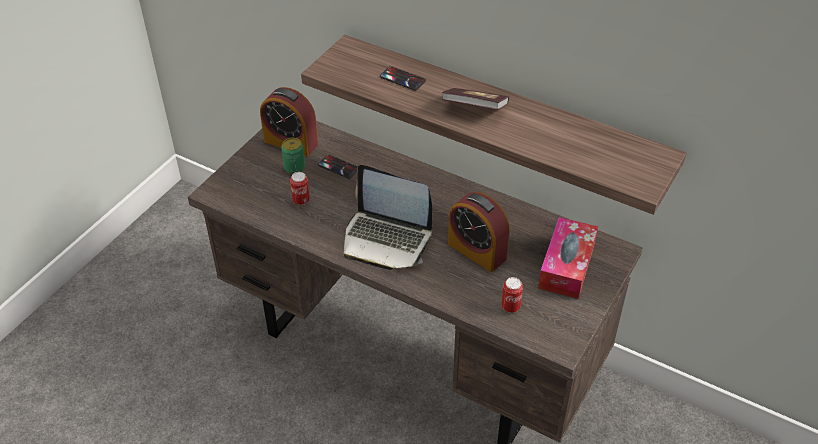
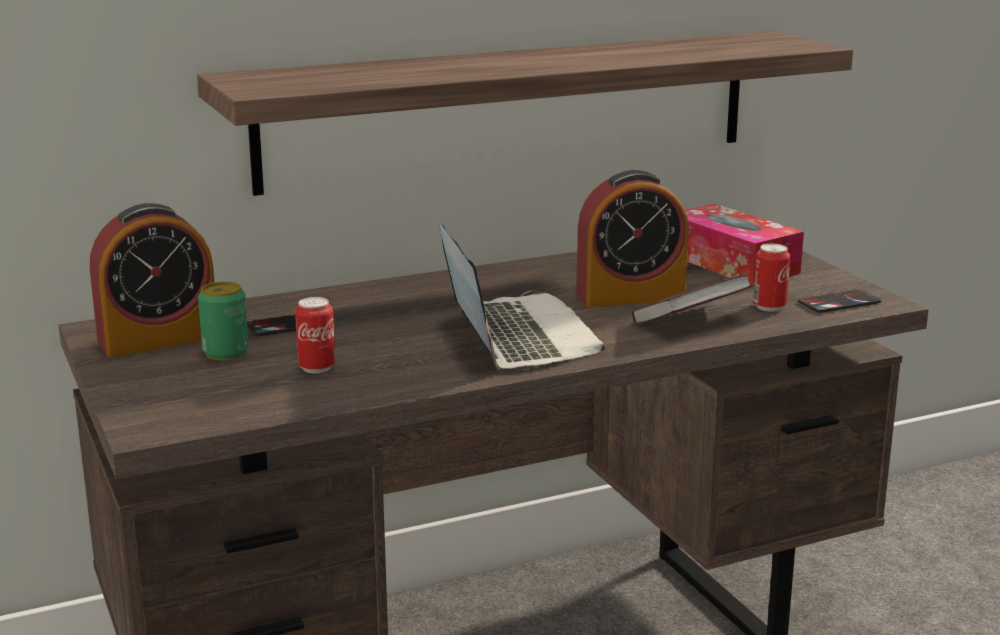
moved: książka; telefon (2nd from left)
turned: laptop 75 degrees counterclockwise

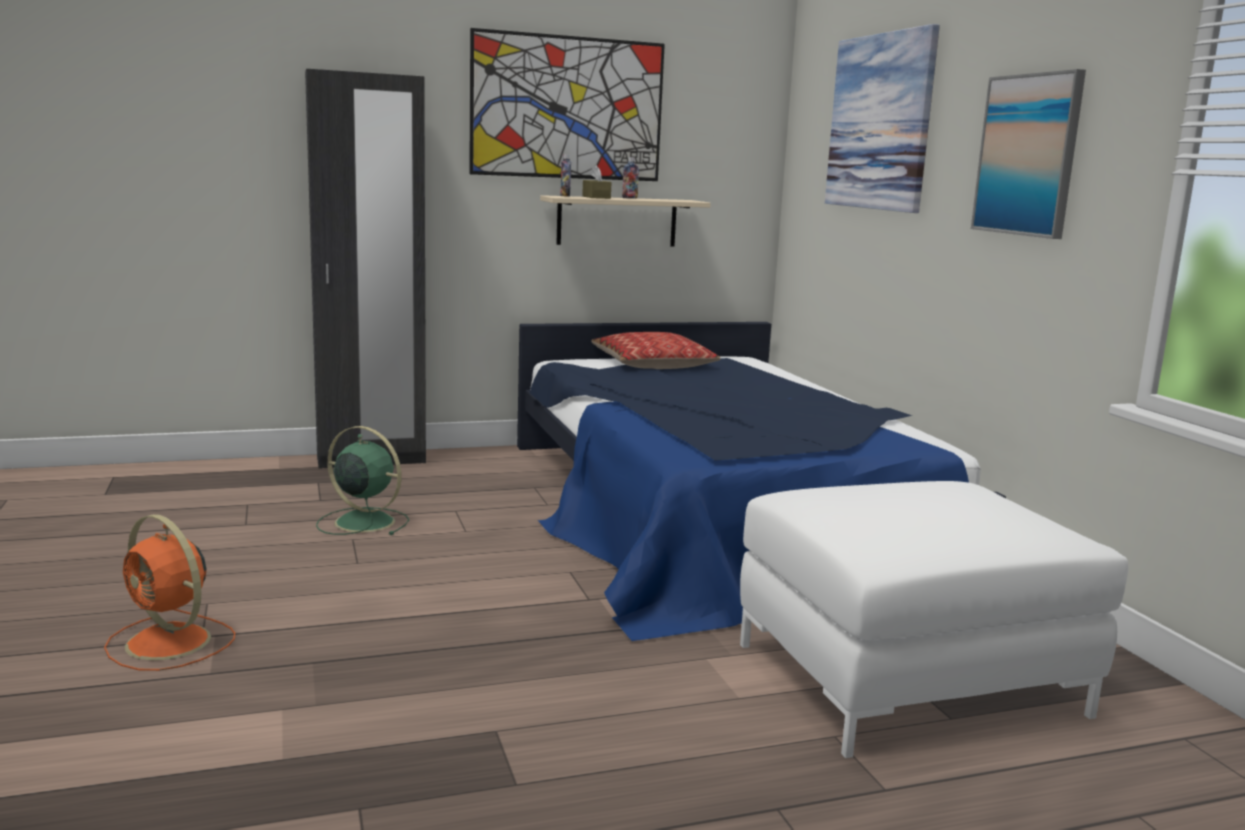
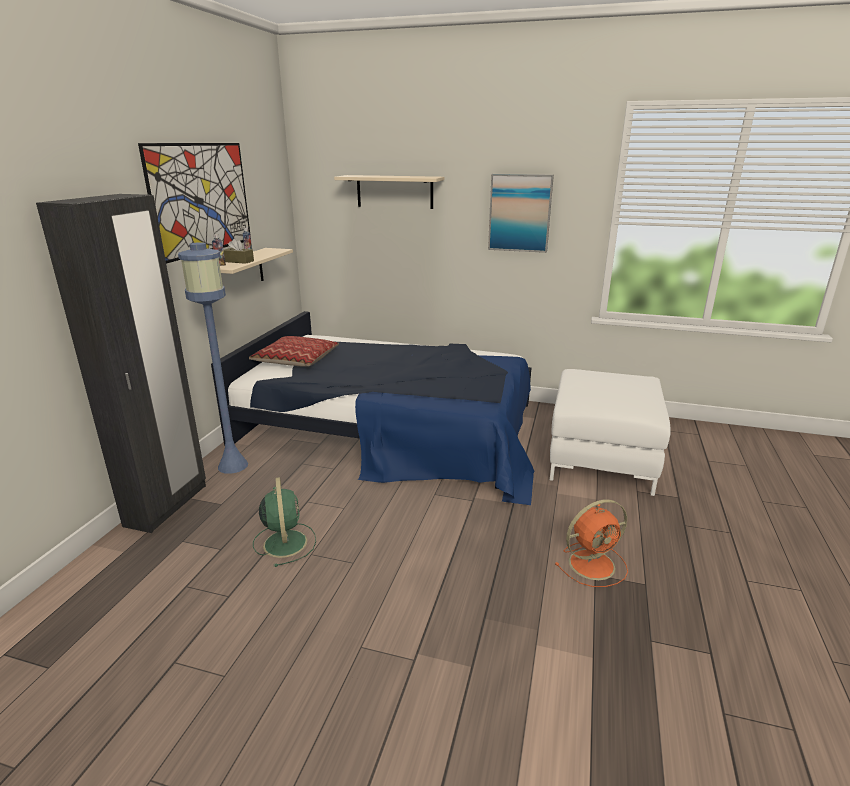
added: lampa stojąca [niebieski]
moved: wentylator [pomarańczowy]
replaced: obraz (2nd from left) to półka [beżowy] (2nd from left)
turned: wentylator [zielony] 105 degrees clockwise

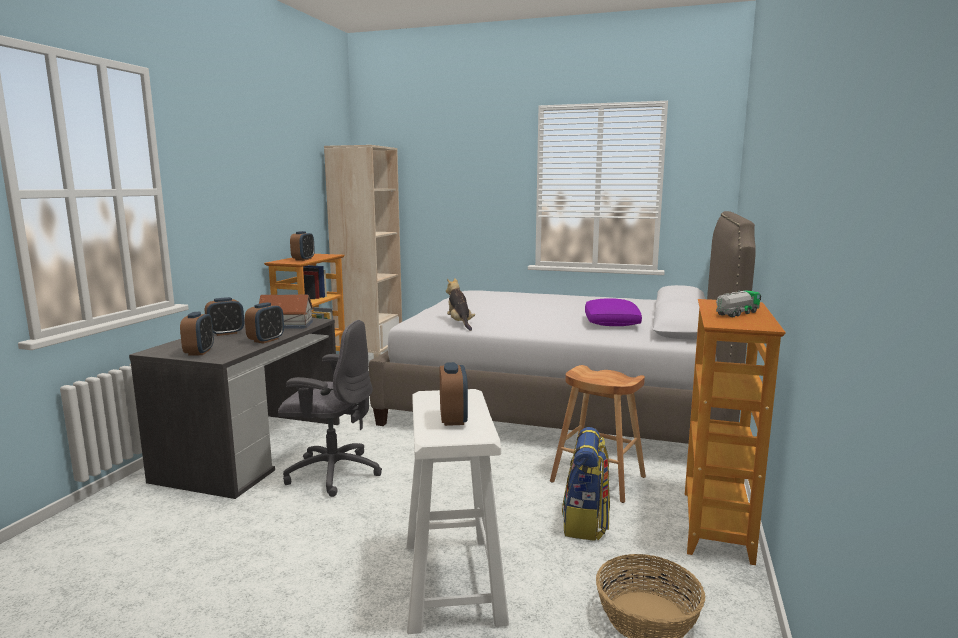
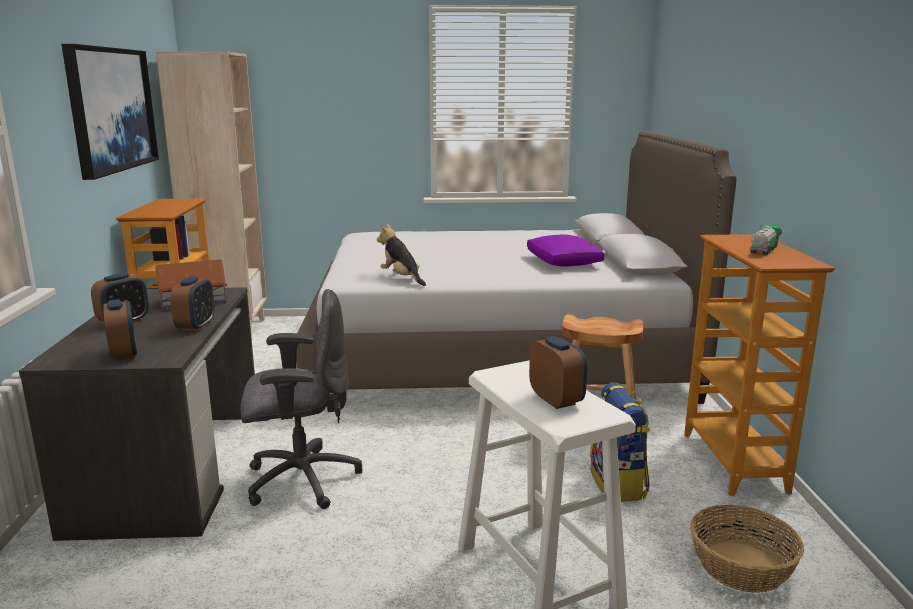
removed: budzik (4th from left)
added: obraz

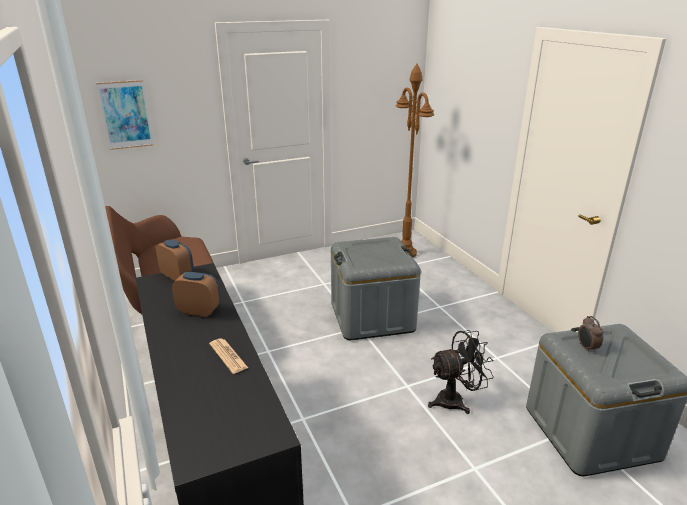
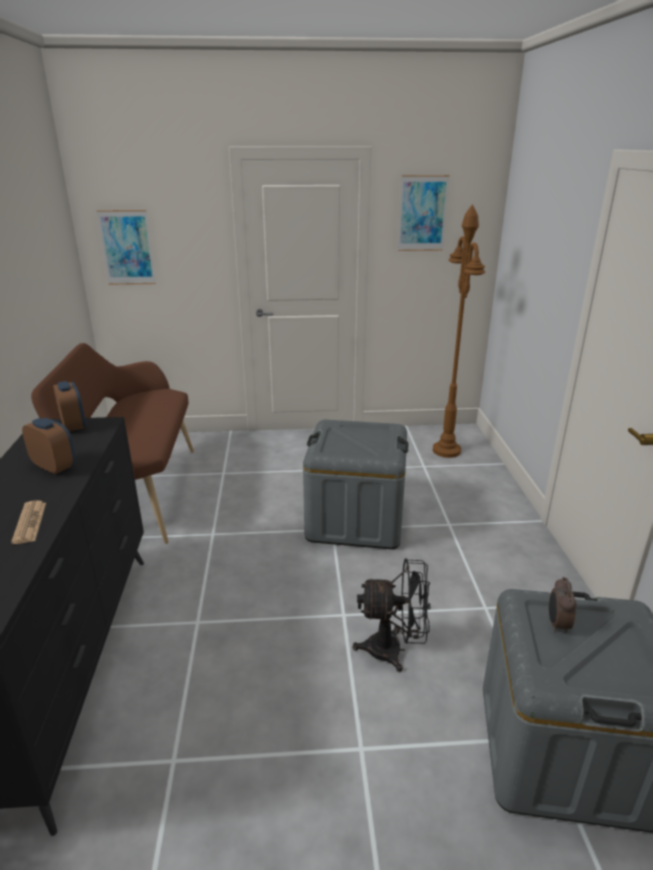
added: obraz (2nd from left)

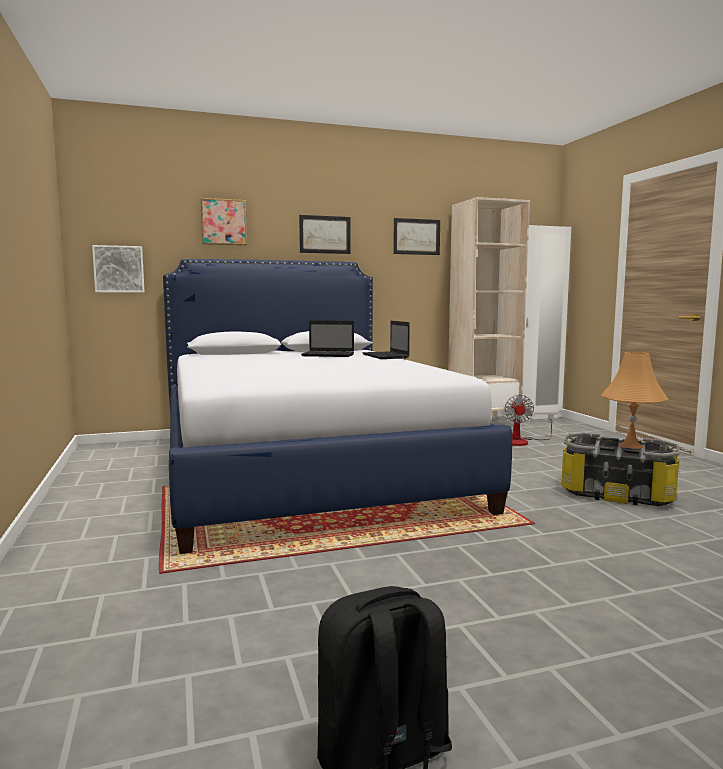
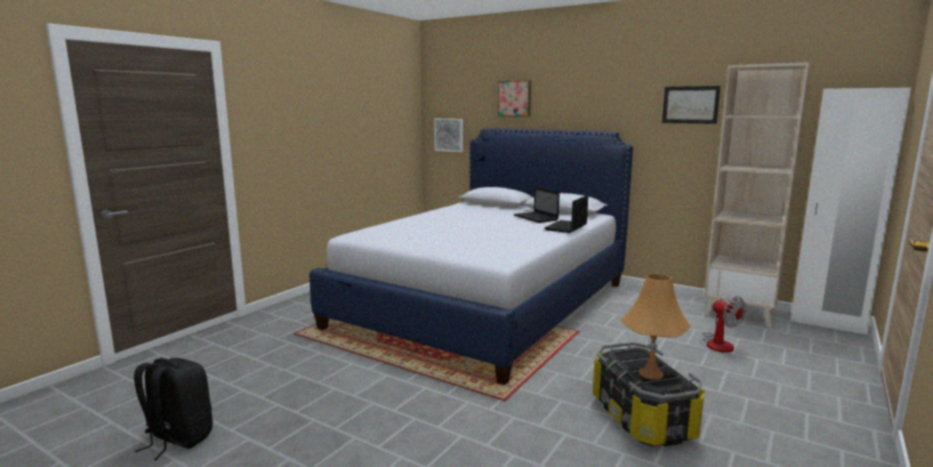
removed: obraz (3rd from left)
turned: wentylator 90 degrees counterclockwise

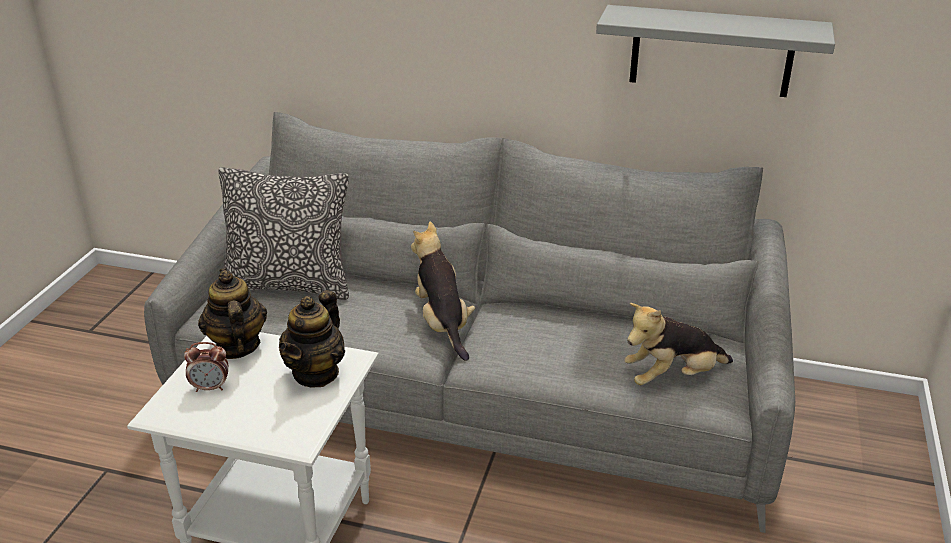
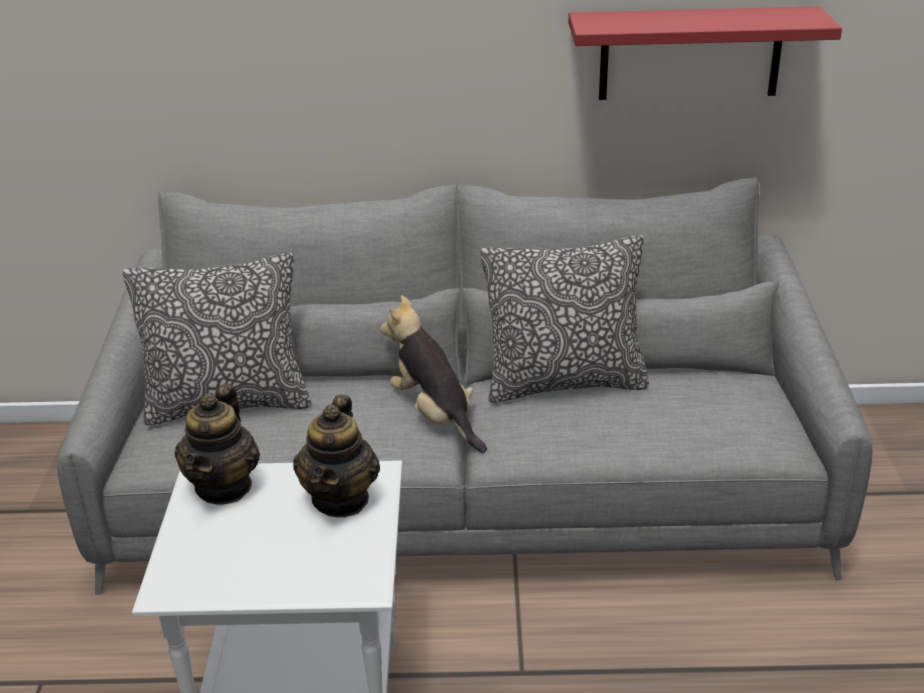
removed: budzik; pluszak (2nd from left)
added: poduszka (2nd from left)
recoloured: półka [szary] to półka [czerwony]
turned: imbryk (1st from left) 135 degrees counterclockwise

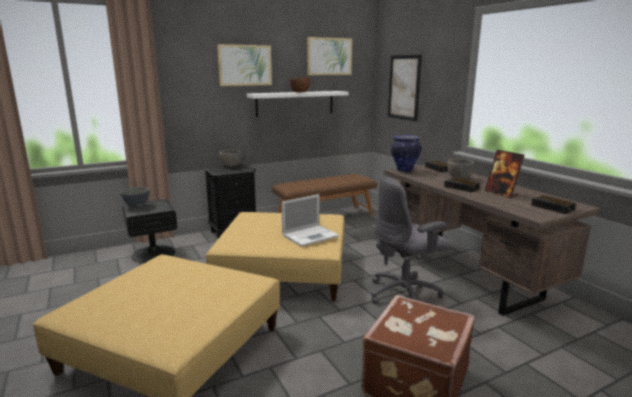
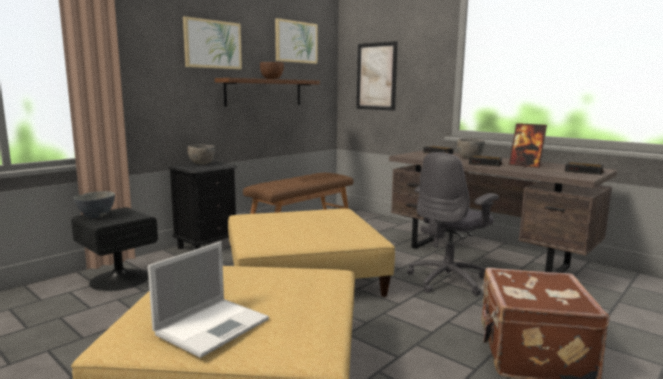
removed: wazon
moved: laptop
recoloured: półka [biały] to półka [brązowy]

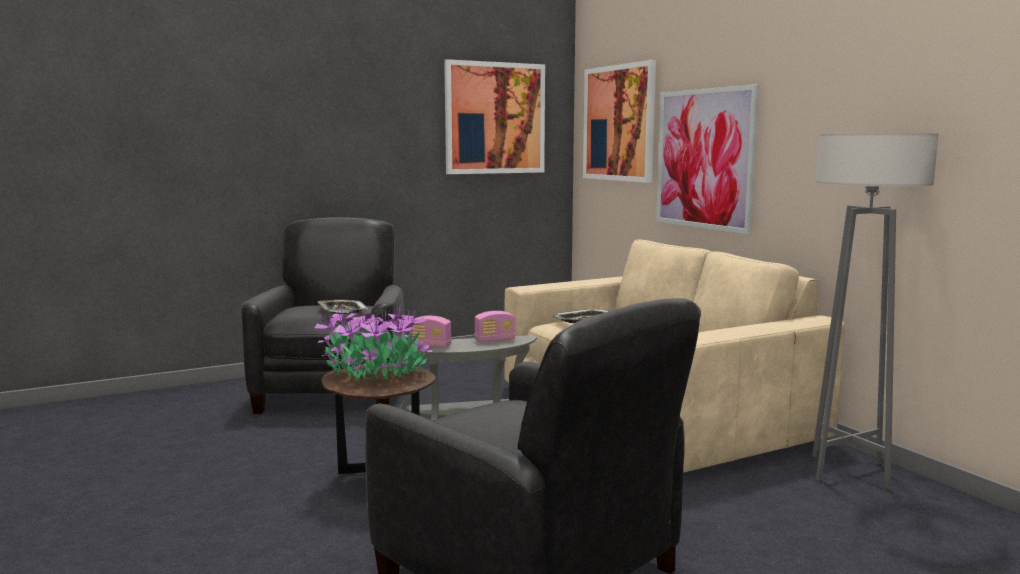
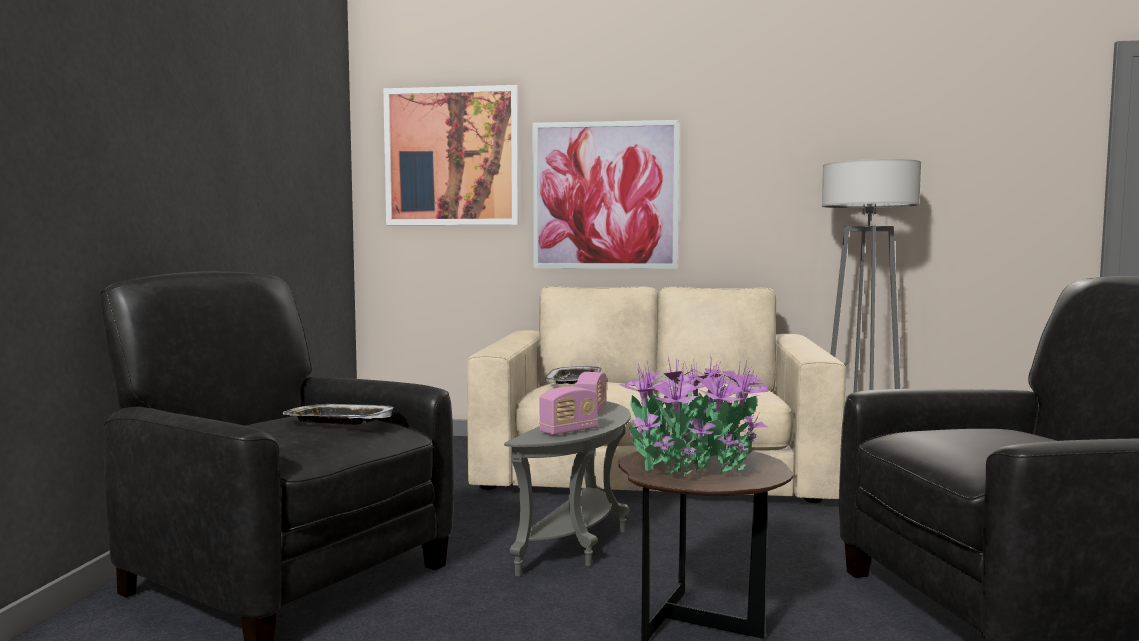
removed: obraz (1st from left)

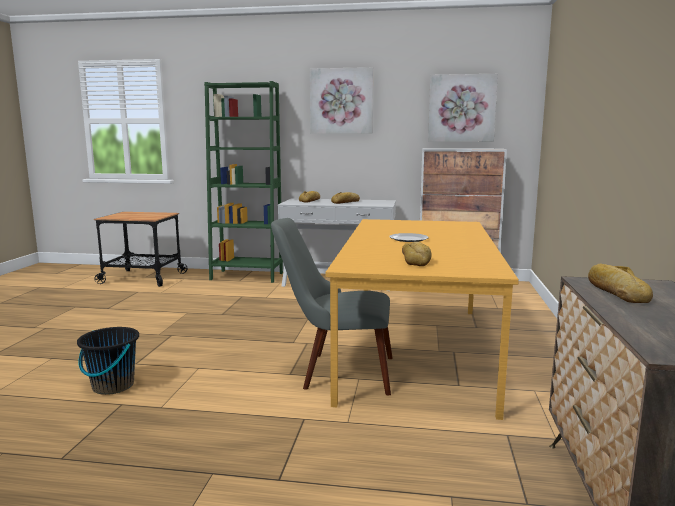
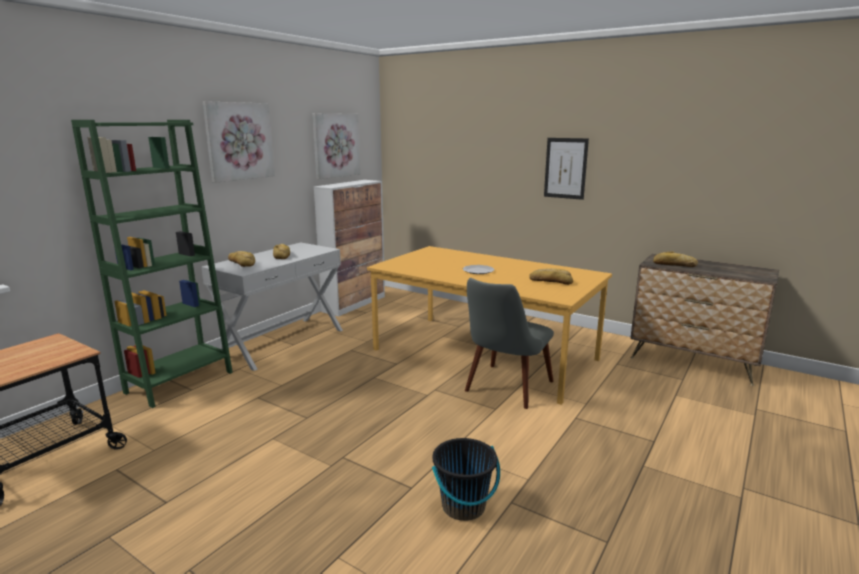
added: obraz (3rd from left)

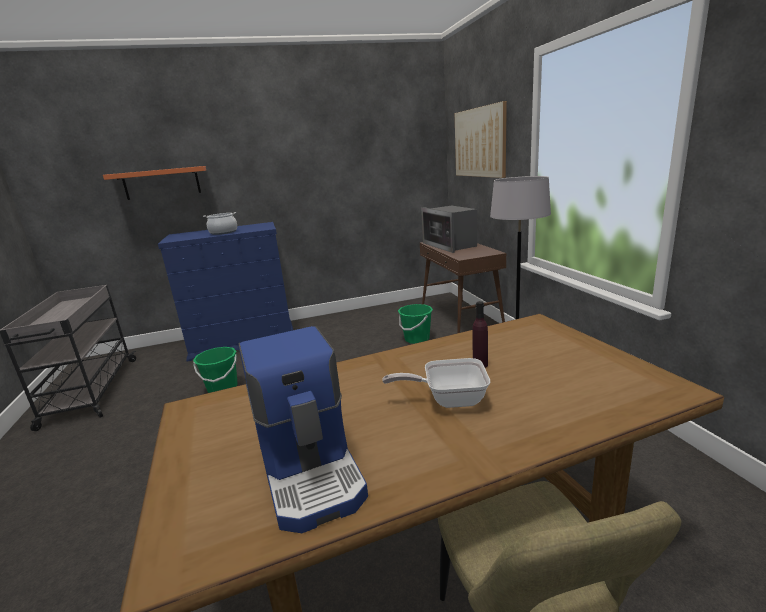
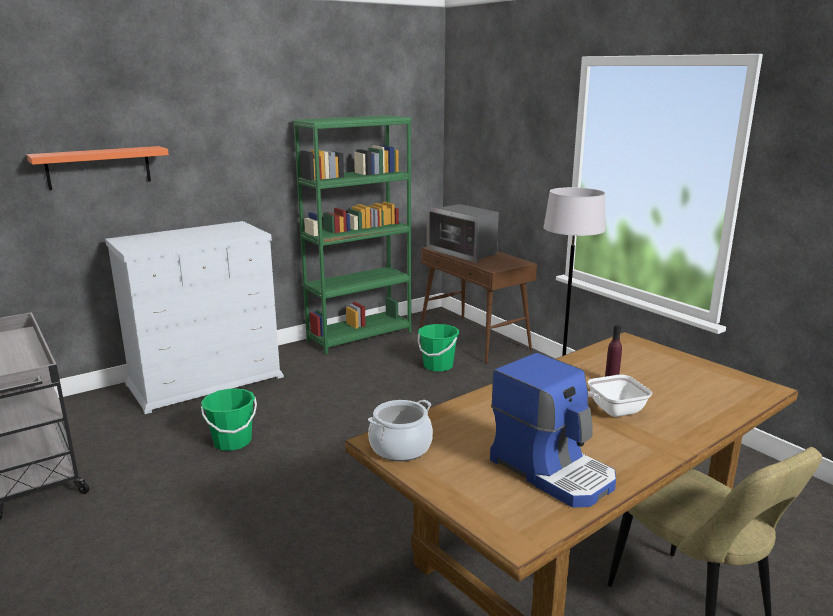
removed: obraz
added: regał [zielony]
moved: garnek
recoloured: komoda [niebieski] to komoda [biały]

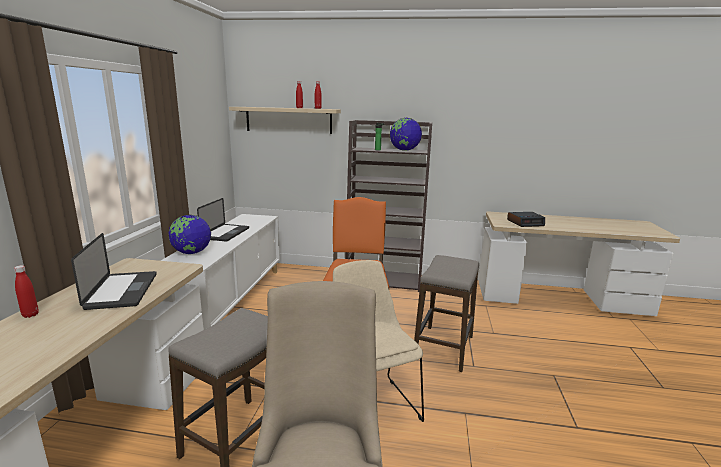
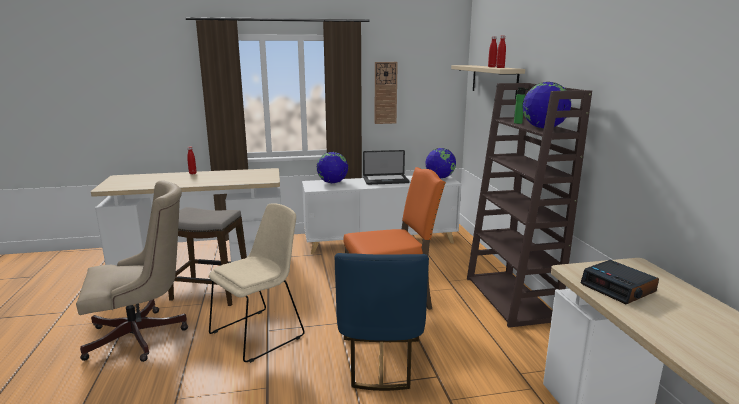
removed: laptop (1st from left)
added: zegar ścienny; globus (2nd from left)
replaced: stołek (2nd from left) to krzesło [niebieski]

